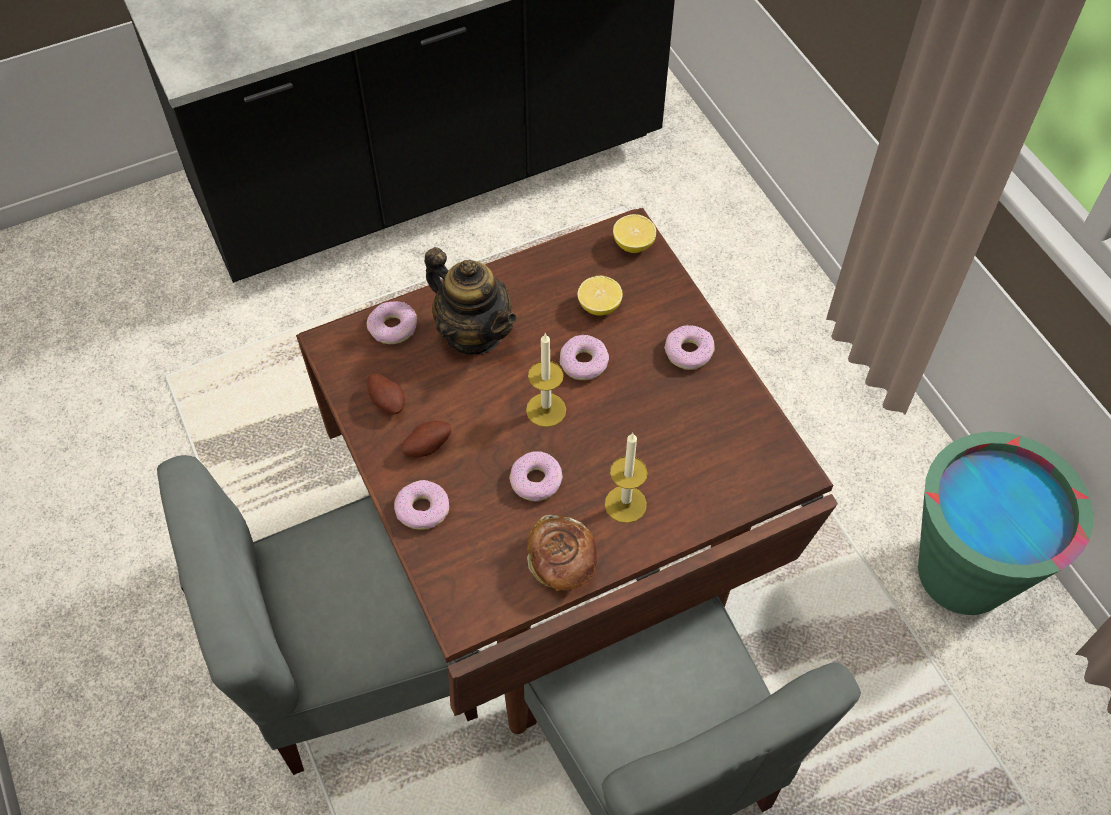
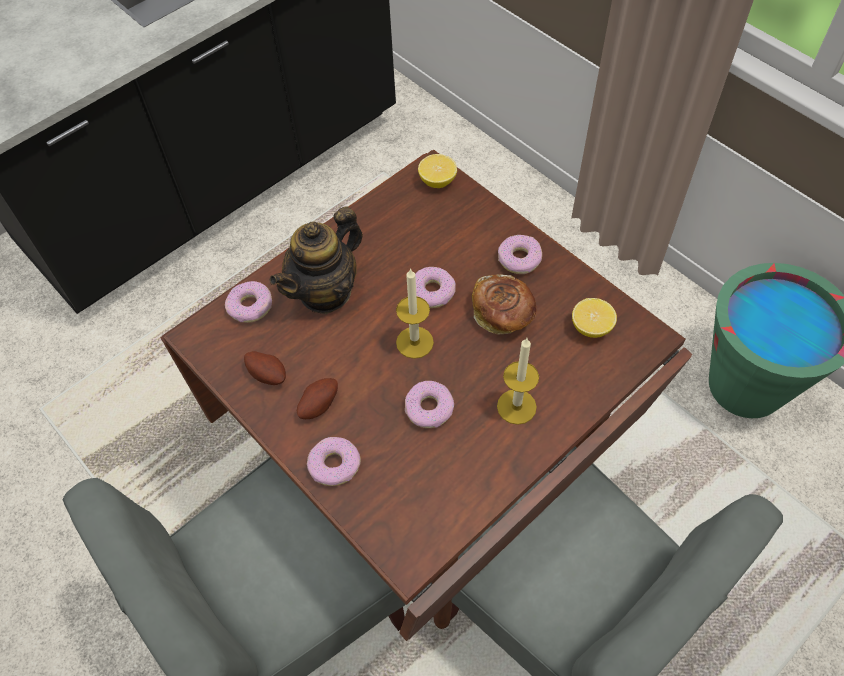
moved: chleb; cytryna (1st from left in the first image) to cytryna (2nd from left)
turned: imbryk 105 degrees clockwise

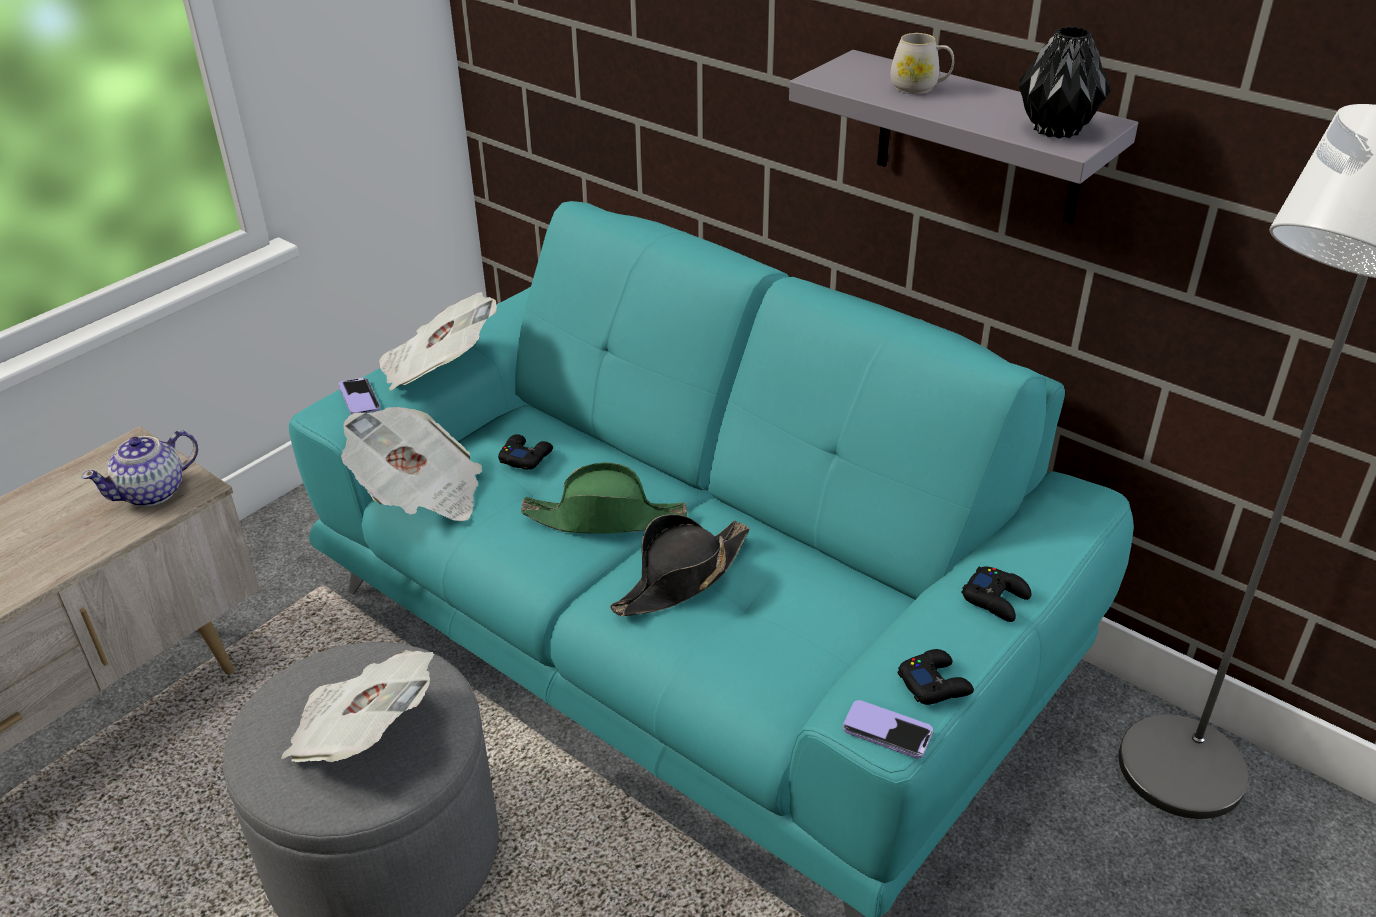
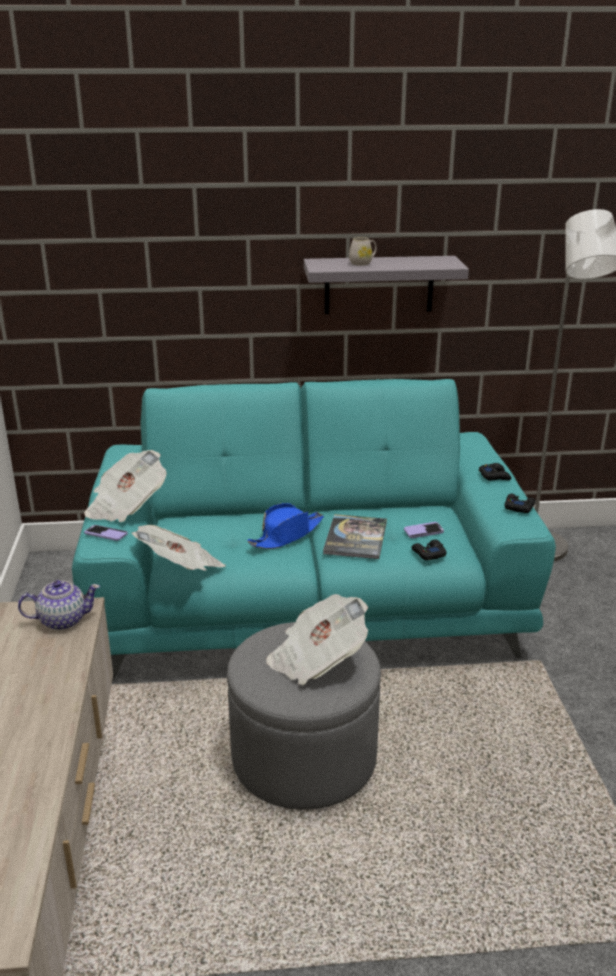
removed: wazon [czarny]
moved: telefon (2nd from left); pad do gier [czarny] (1st from left)
replaced: kapelusz [czarny] to książka
recoloured: kapelusz [zielony] to kapelusz [niebieski]
turned: imbryk 105 degrees counterclockwise

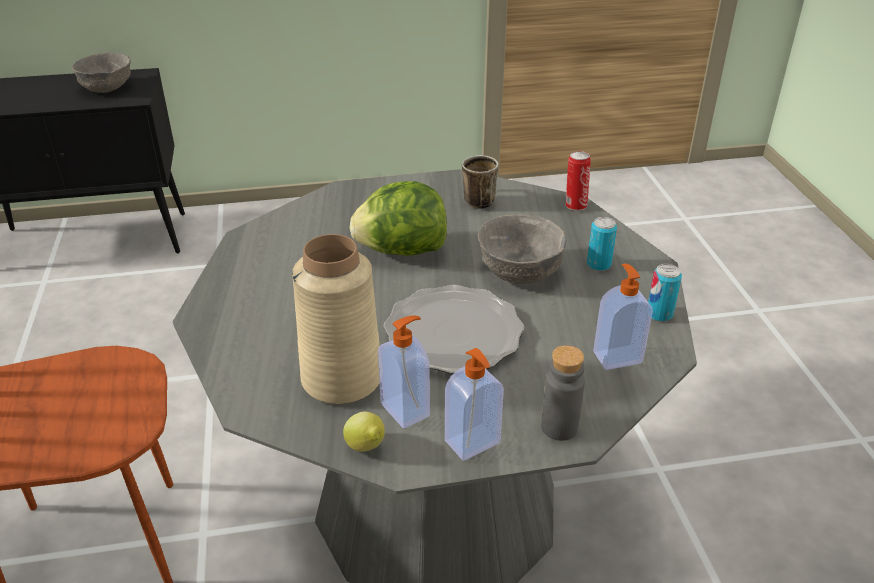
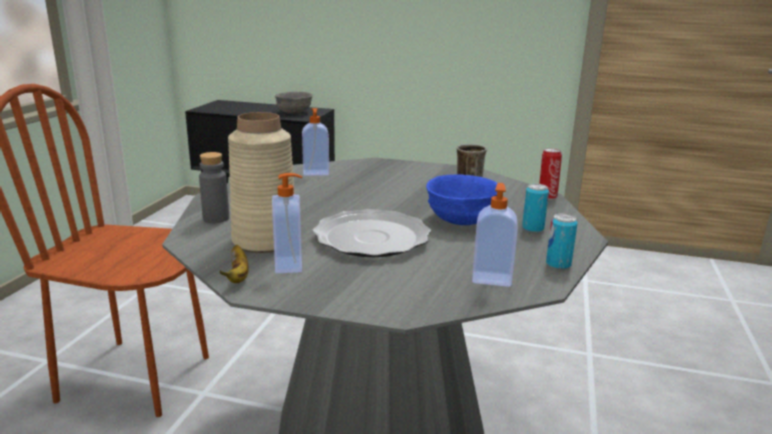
removed: sałata
moved: butelka [szary]; dozownik mydła (2nd from left)
replaced: cytryna to banan
recoloured: miska [szary] (2nd from left) to miska [niebieski]

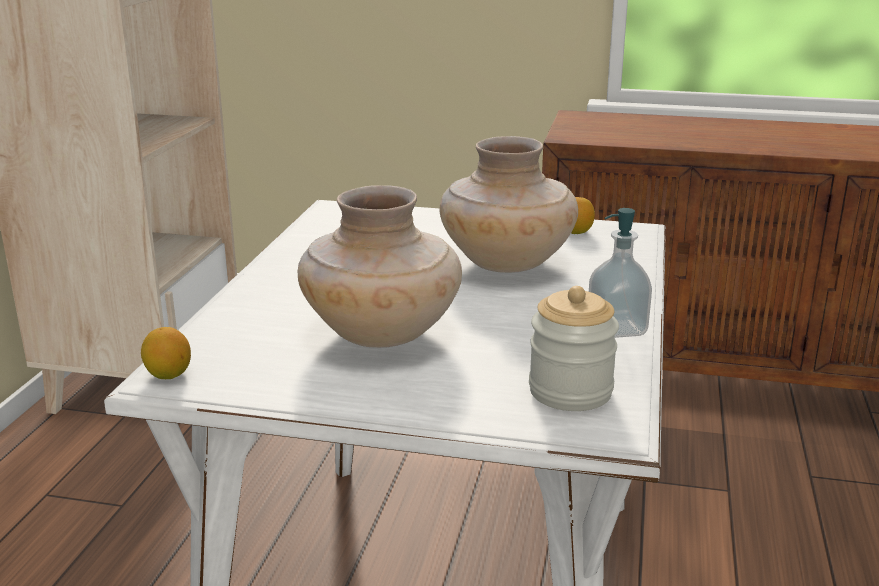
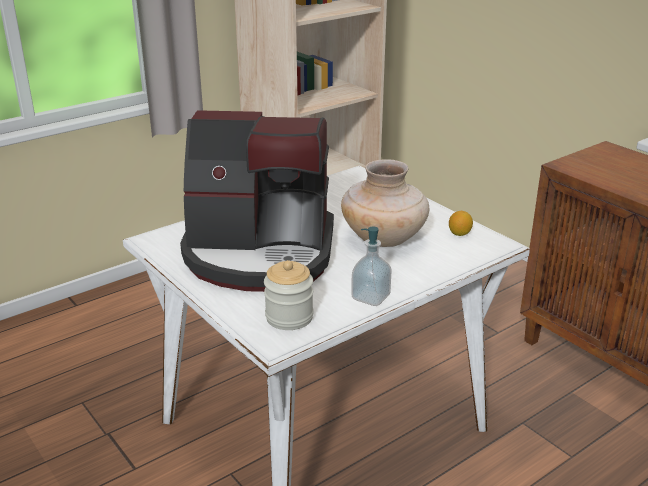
removed: cytryna (1st from left)
replaced: wazon [beżowy] (1st from left) to ekspres do kawy

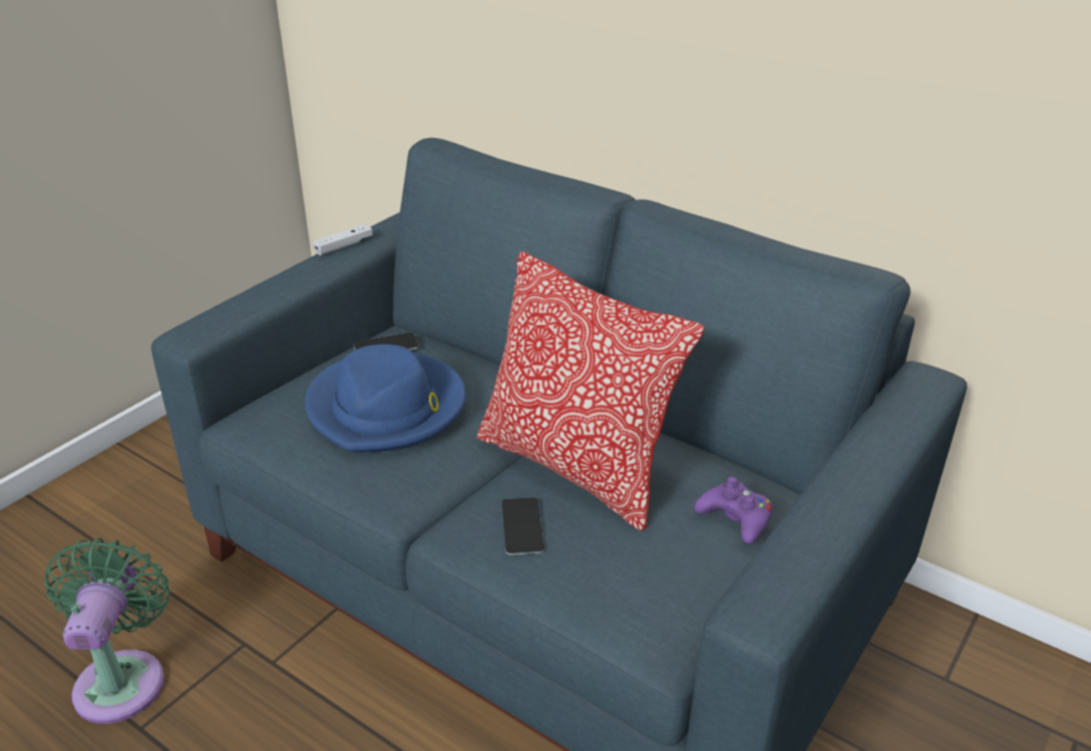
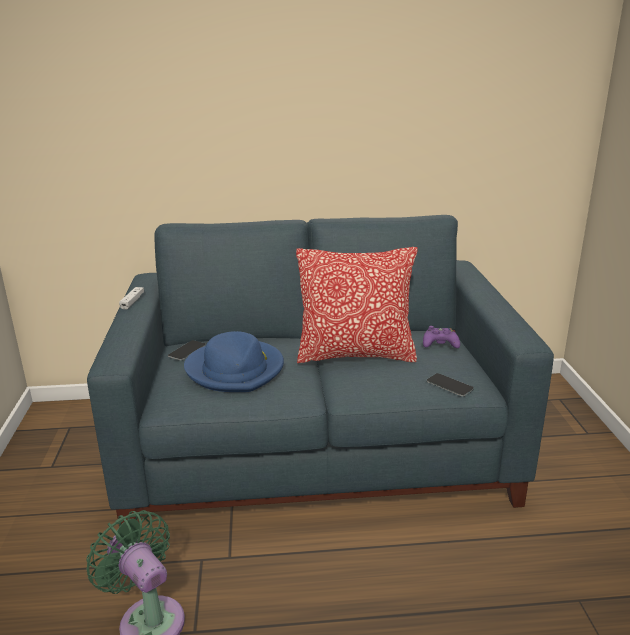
moved: telefon (2nd from left)

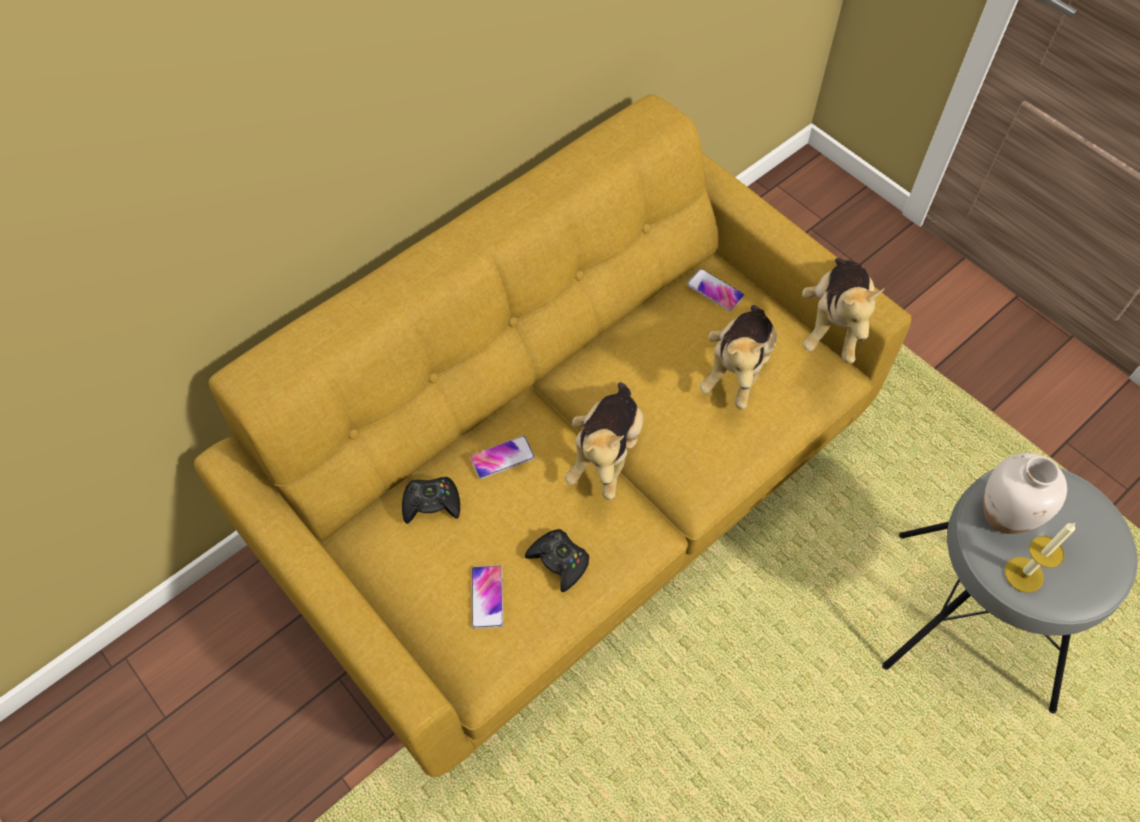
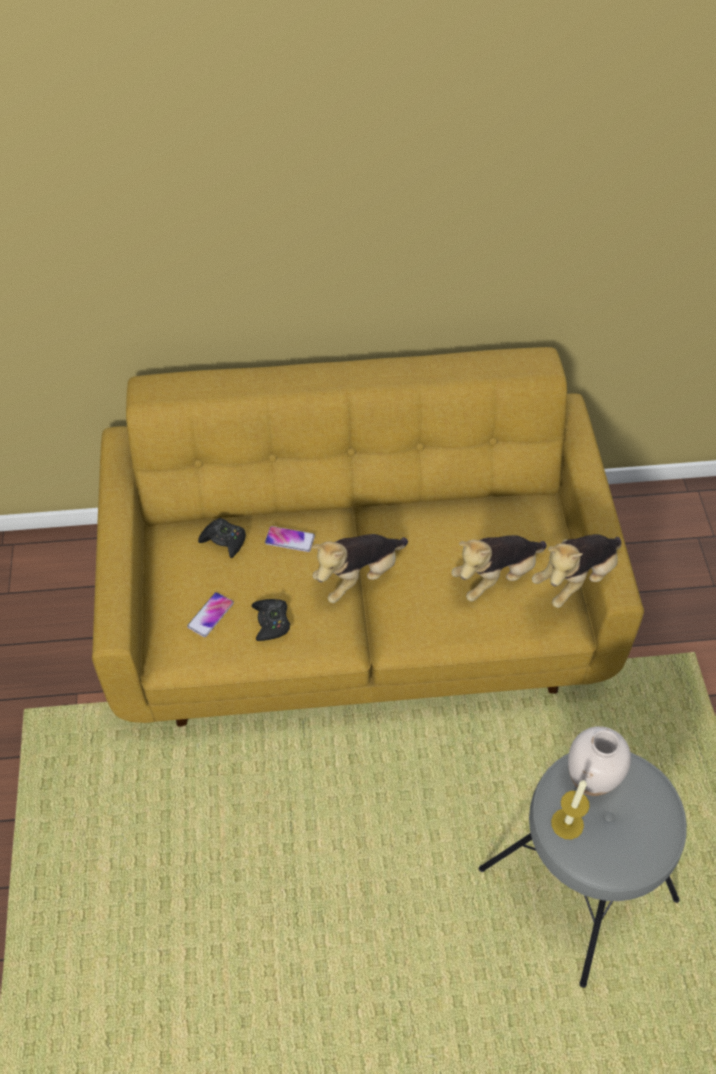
removed: telefon (3rd from left)

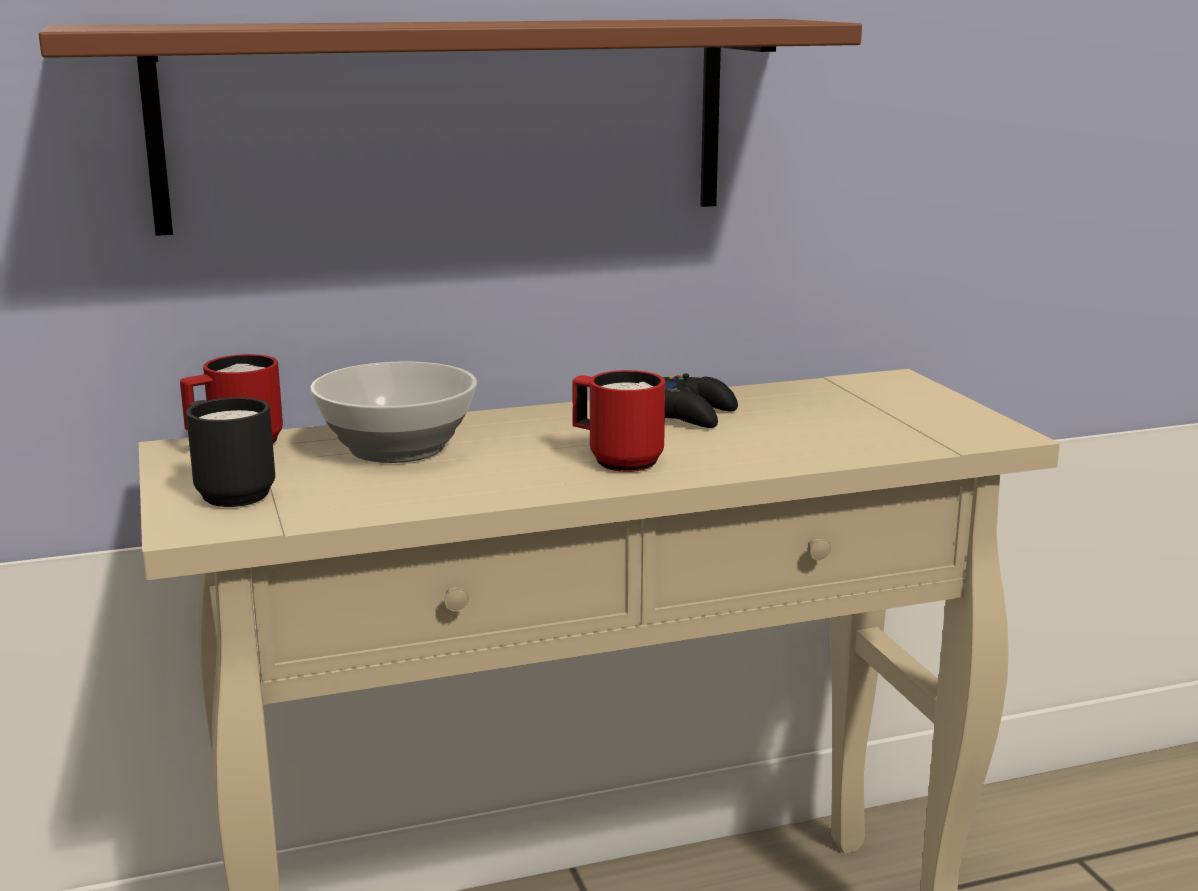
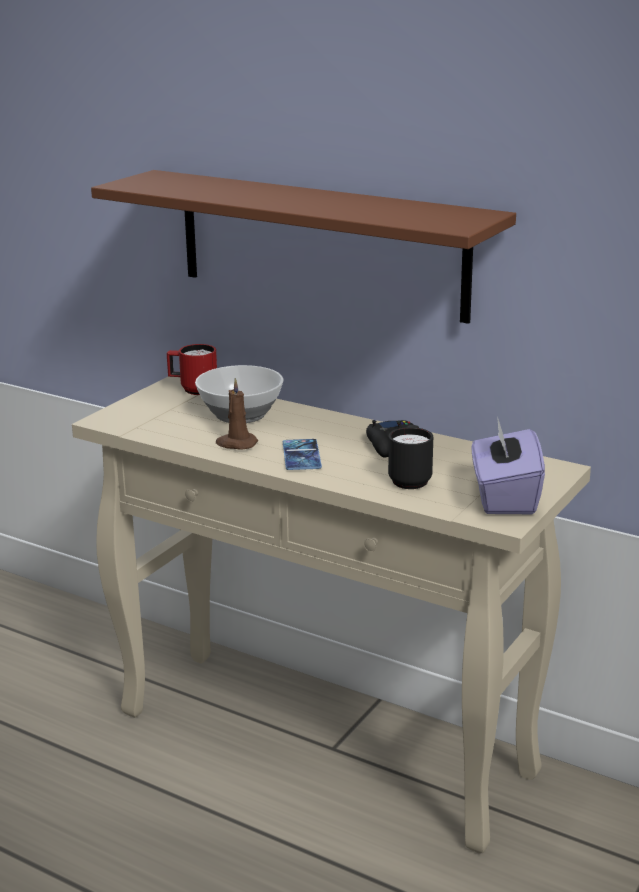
added: świeca [brązowy]; pudełko chusteczek [fioletowy]
moved: kubek [czarny]
replaced: kubek [czerwony] (2nd from left) to telefon

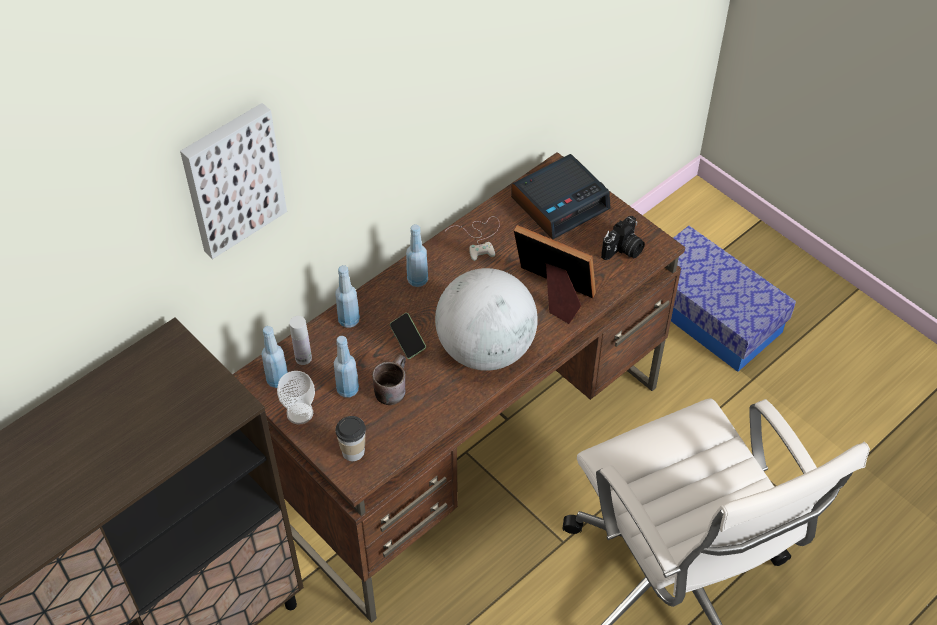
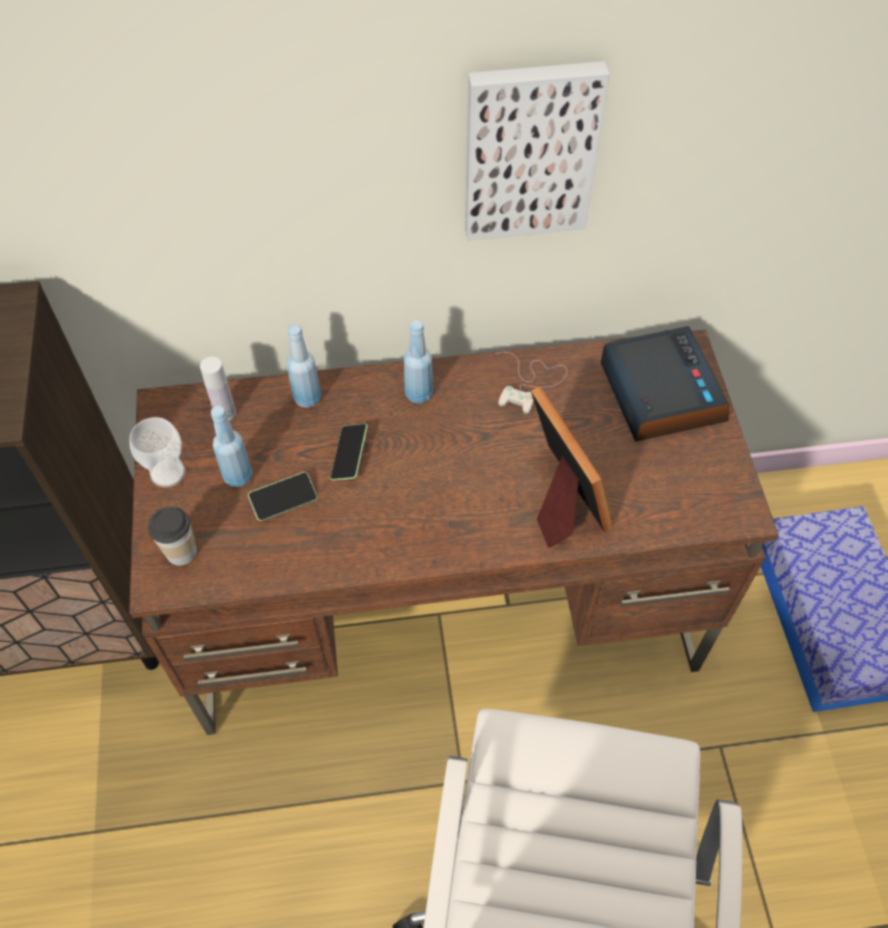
removed: butelka [niebieski] (1st from left); globus; aparat fotograficzny
moved: obraz
replaced: kubek [brązowy] to telefon (1st from left)
turned: budzik 105 degrees counterclockwise

